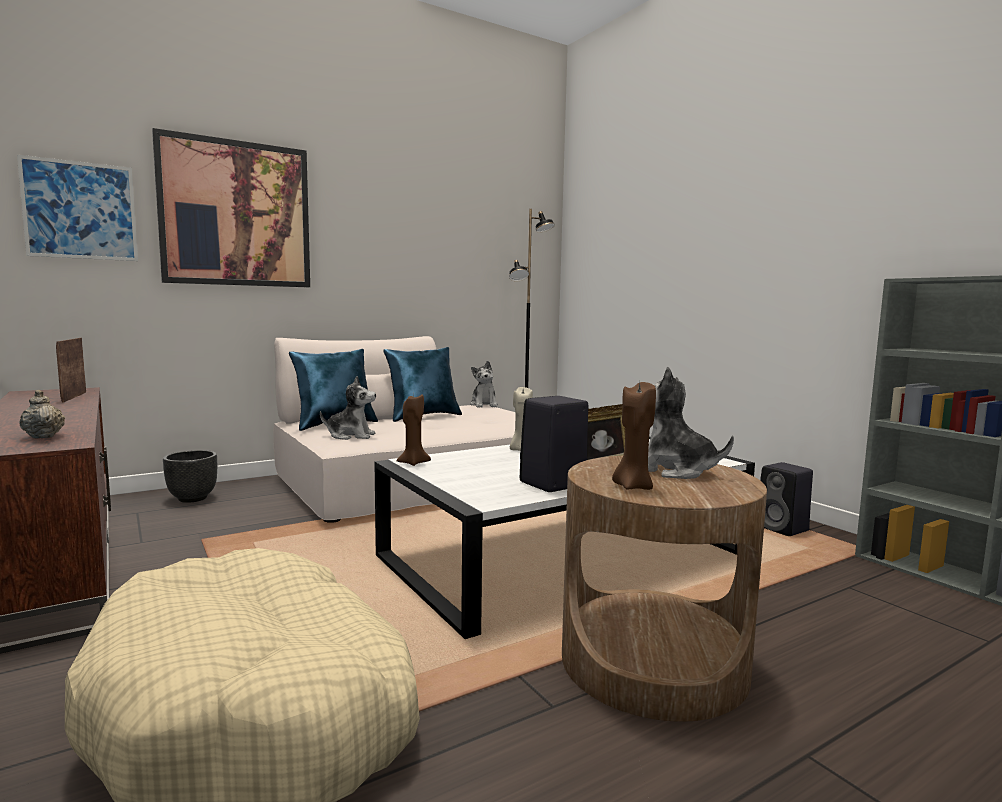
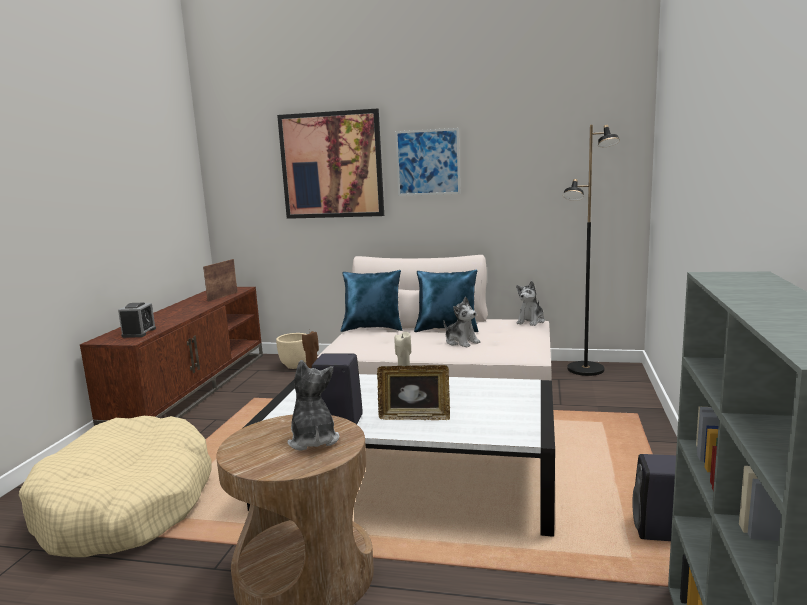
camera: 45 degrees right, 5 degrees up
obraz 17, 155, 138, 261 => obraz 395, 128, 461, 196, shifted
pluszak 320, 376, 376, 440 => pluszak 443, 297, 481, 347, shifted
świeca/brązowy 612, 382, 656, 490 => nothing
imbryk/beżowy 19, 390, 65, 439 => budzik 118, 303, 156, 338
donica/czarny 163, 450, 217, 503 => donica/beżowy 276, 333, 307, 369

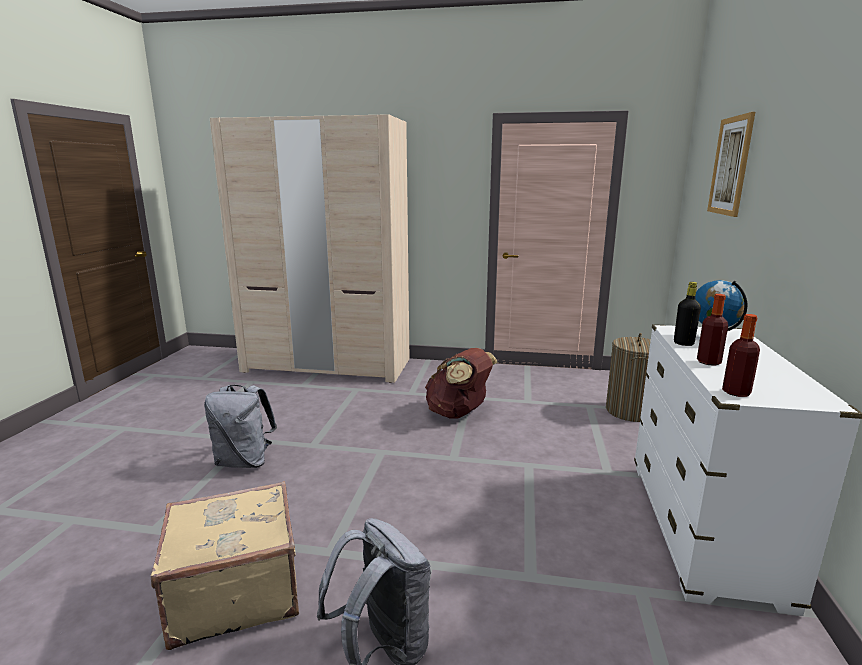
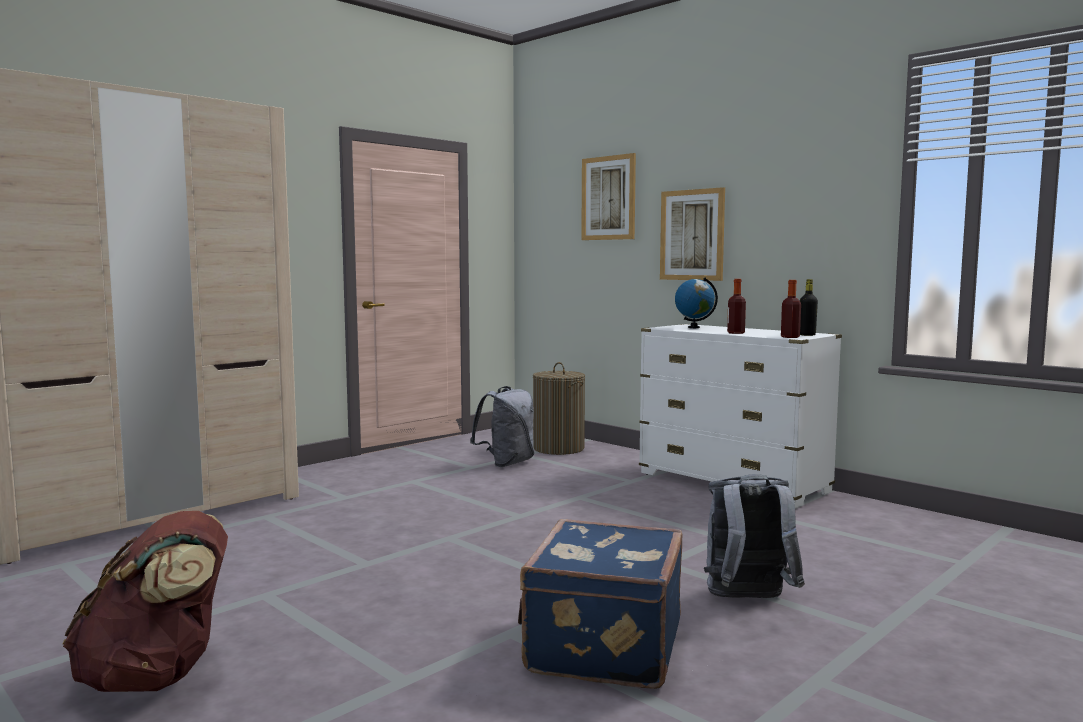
camera: 55 degrees left, 10 degrees down
butelka/czarny 674, 282, 701, 346 => butelka/czarny 800, 279, 818, 336, shifted
plecak/brązowy 425, 348, 498, 419 => plecak/brązowy 63, 511, 228, 692, shifted
plecak/szary 204, 385, 277, 468 => plecak/szary 470, 386, 534, 467, shifted
walizka/beżowy 151, 481, 299, 650 => walizka/niebieski 518, 519, 683, 689
nothing => obraz 660, 187, 725, 281

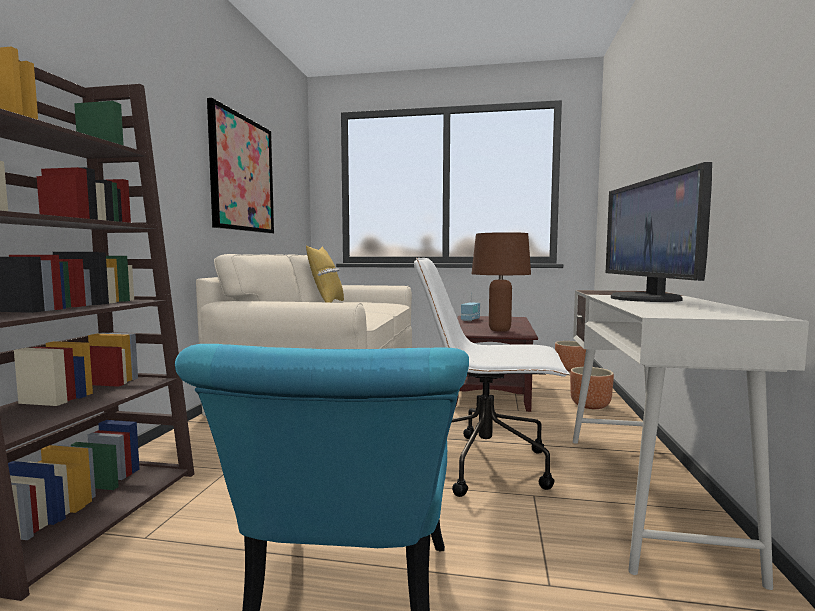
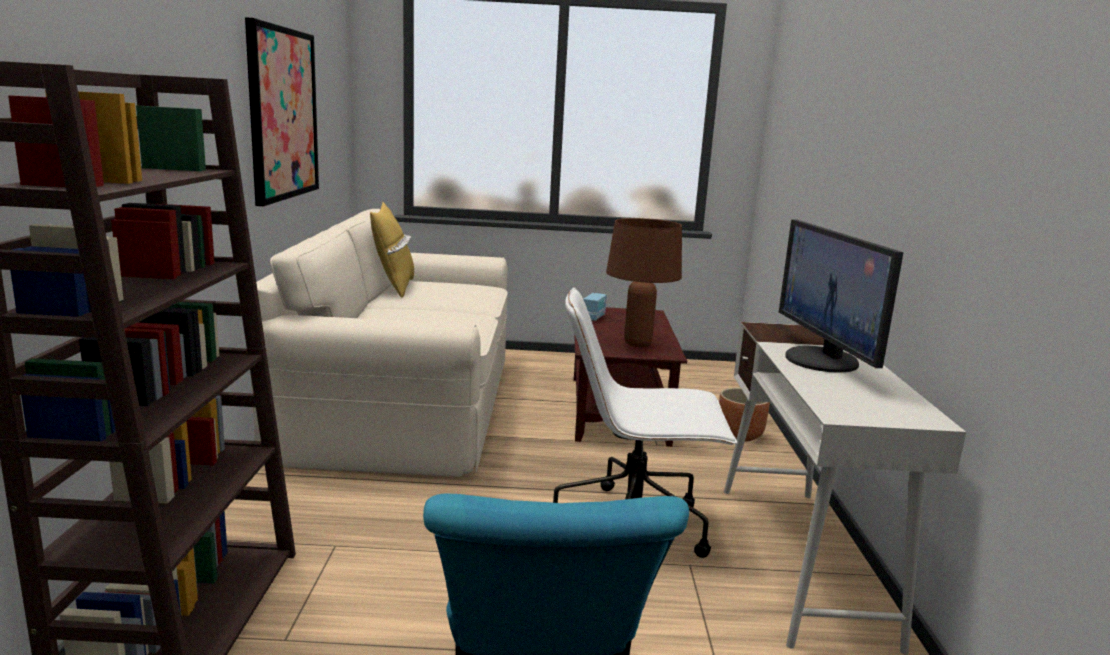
camera: 10 degrees left, 10 degrees up
donica/brązowy 555, 341, 586, 372 => nothing

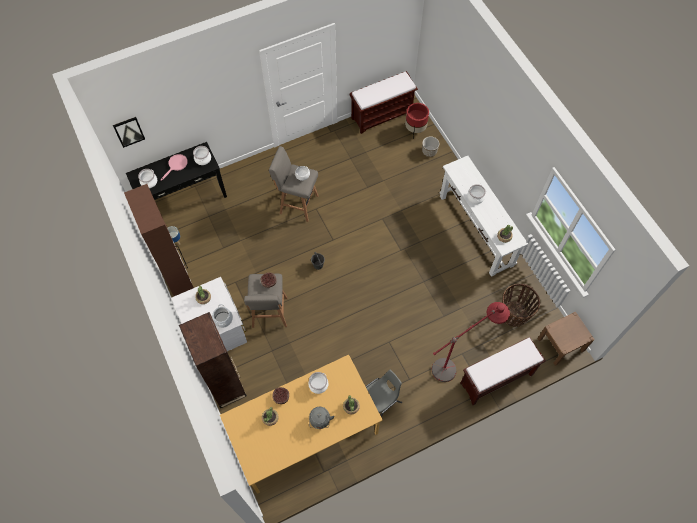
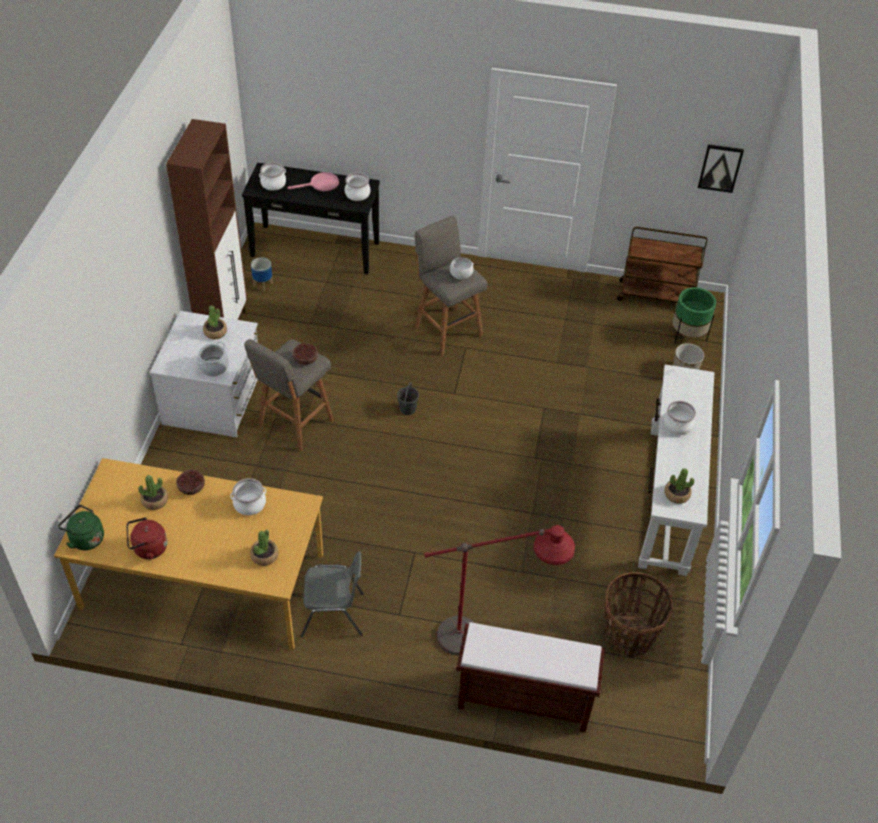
camera: 35 degrees right, 15 degrees down
ławka/brązowy 349, 71, 418, 134 => wózek/brązowy 617, 227, 707, 303
donica/czerwony 405, 103, 429, 138 => donica/zielony 673, 287, 716, 344
obraz 113, 117, 145, 148 => obraz 698, 144, 744, 193, shifted
regał/brązowy 179, 312, 247, 408 => nothing
szafka nocna/brązowy 537, 312, 595, 366 => nothing
czajnik/szary 309, 407, 335, 429 => nothing
nothing => czajnik/zielony 58, 505, 104, 550
nothing => czajnik/czerwony 126, 517, 167, 559

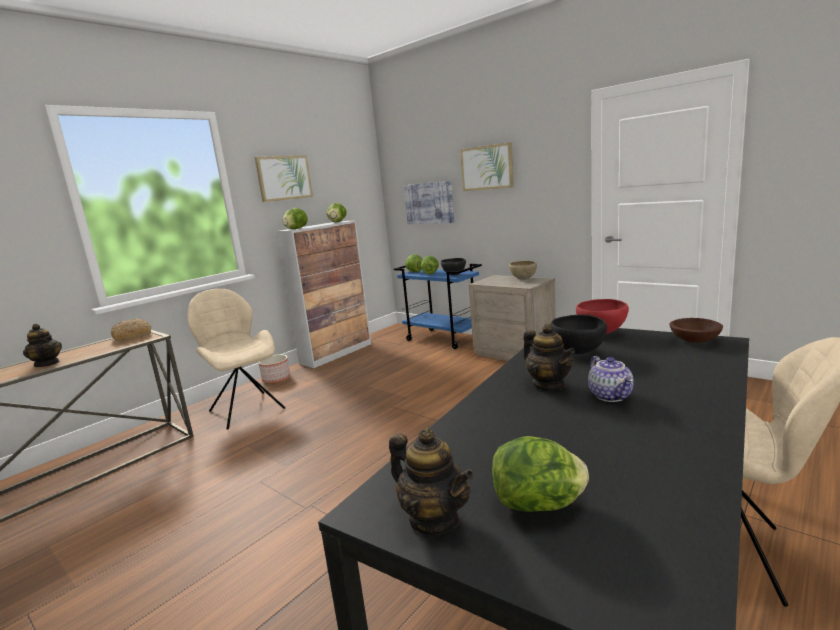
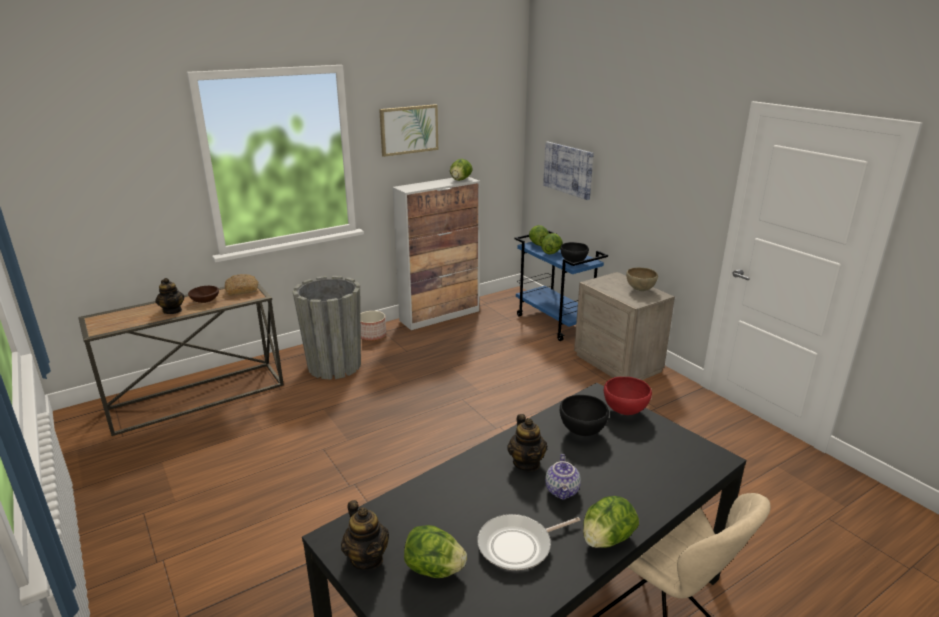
camera: 15 degrees right, 10 degrees up
obraz 460, 142, 514, 191 => nothing
sałata 282, 208, 308, 229 => sałata 583, 496, 639, 548, shifted
krzesło/beżowy 187, 289, 285, 430 => donica/szary 292, 276, 361, 380
miska/brązowy 669, 318, 723, 343 => miska/brązowy 188, 286, 219, 303, shifted
nothing => patelnia 477, 514, 580, 570

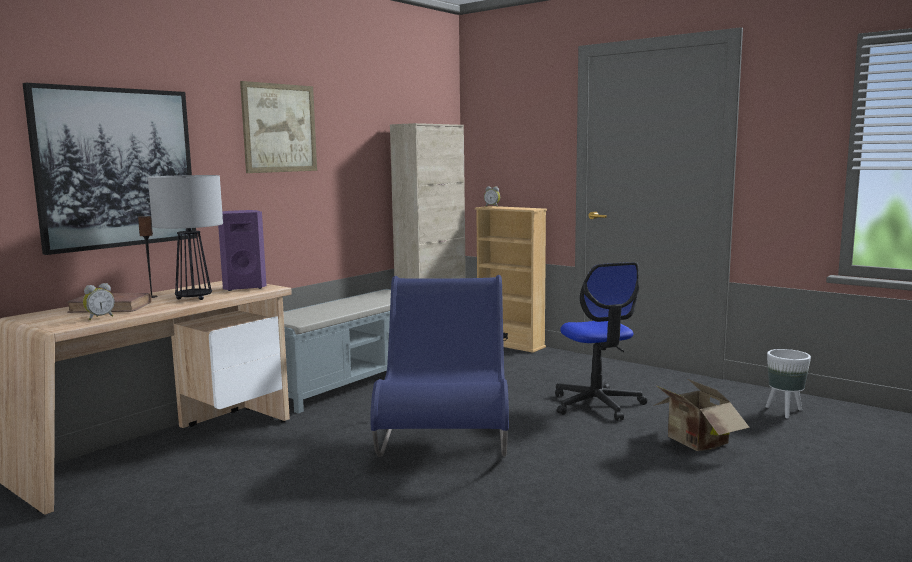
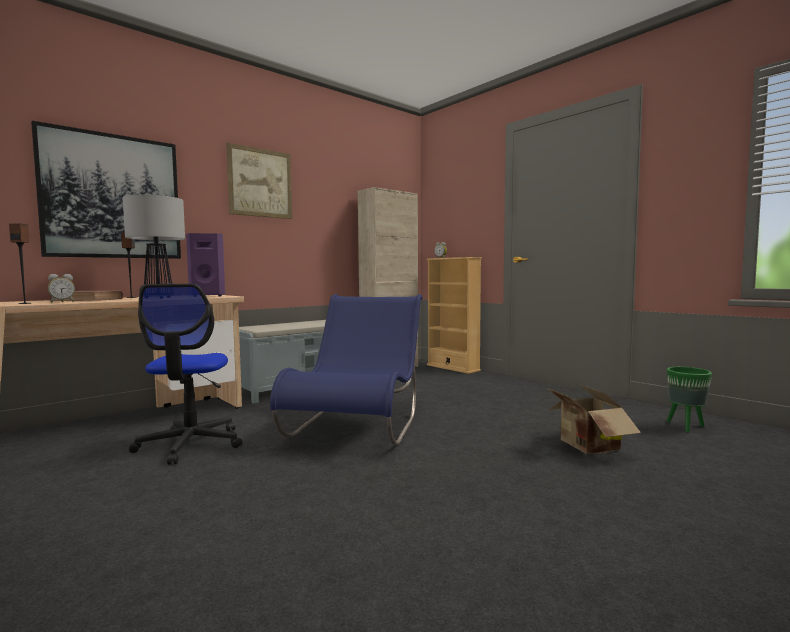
camera: 10 degrees right, 5 degrees down
krzesło biurowe 555, 262, 647, 421 => krzesło biurowe 129, 284, 243, 465, shifted
donica/biały 765, 349, 811, 418 => donica/zielony 667, 367, 712, 432
nothing => głośnik 9, 223, 31, 304

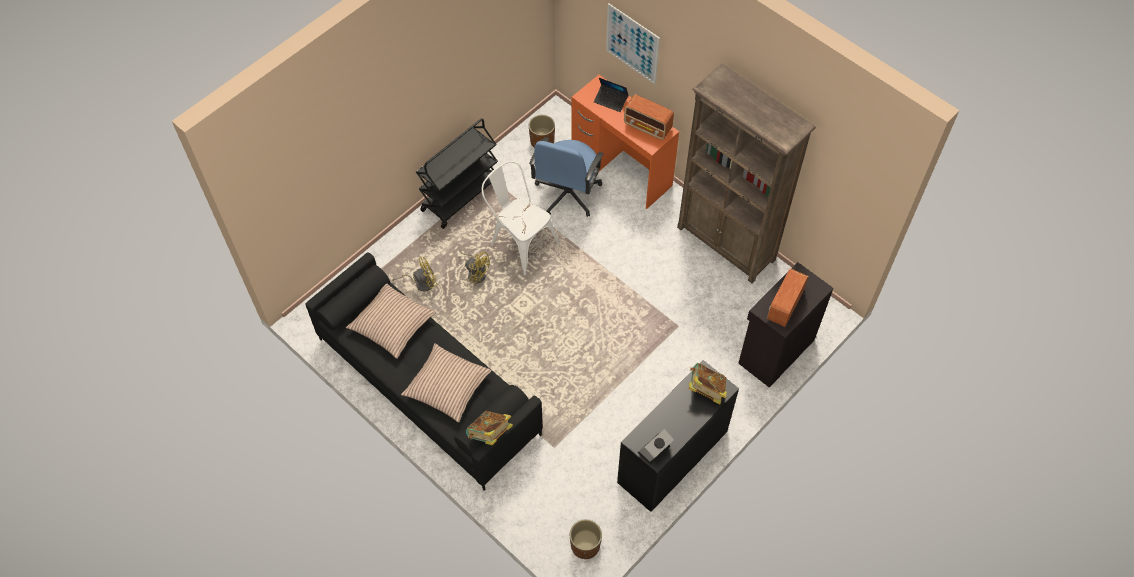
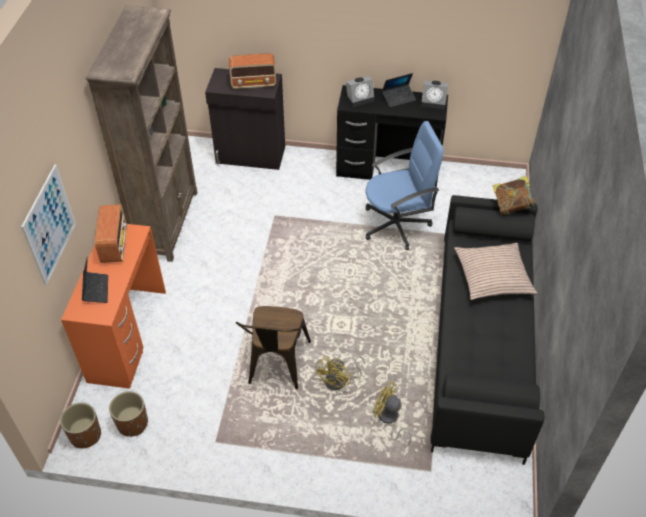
camera: 125 degrees left, 10 degrees down
wózek/czarny 416, 118, 498, 229 => nothing
krzesło biurowe/niebieski 529, 137, 604, 217 => krzesło biurowe/niebieski 365, 121, 444, 250, shifted
krzesło/biały 481, 161, 560, 275 => krzesło/brązowy 236, 306, 311, 389
wentylator/żółty 459, 251, 490, 284 => wentylator/żółty 315, 356, 365, 390, 150 degrees counterclockwise
poduszka 346, 284, 436, 359 => nothing
książka 689, 363, 727, 405 => budzik 346, 76, 374, 107
donica/brązowy 570, 519, 602, 559 => donica/brązowy 60, 403, 101, 448, shifted
nothing => laptop 382, 73, 416, 108

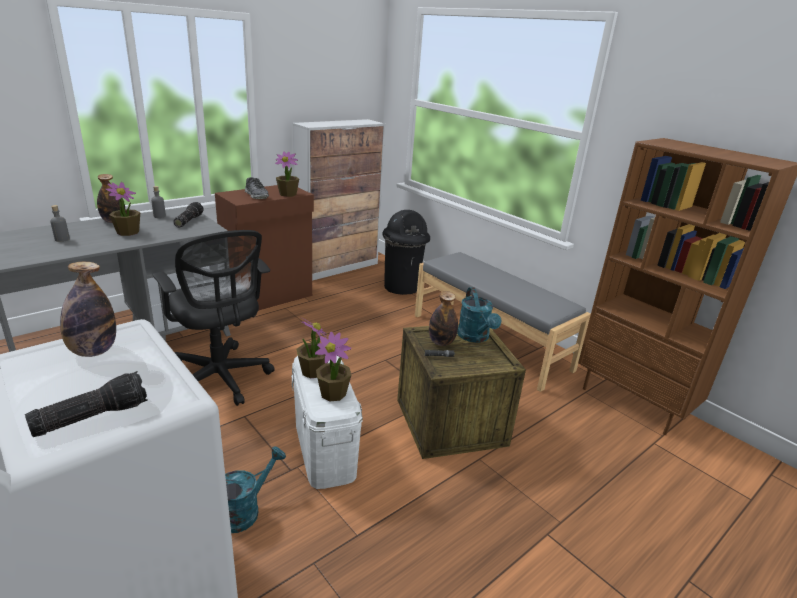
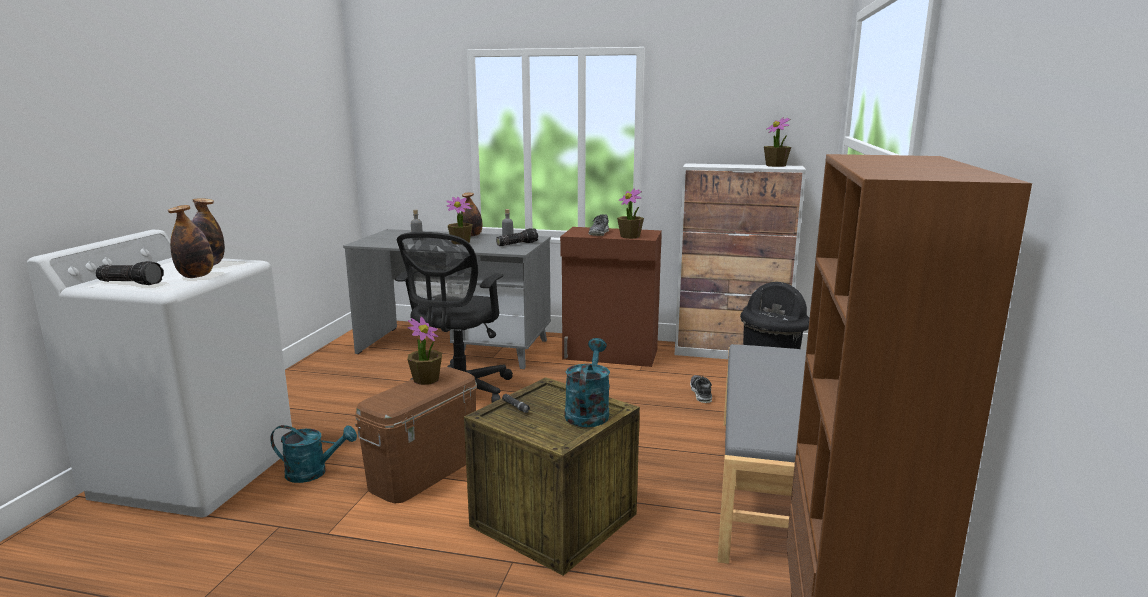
camera: 55 degrees right, 10 degrees down
konewka/turkusowy 457, 287, 501, 343 => konewka/turkusowy 564, 338, 610, 427, 150 degrees clockwise
butelka 429, 291, 458, 346 => butelka 168, 205, 214, 278, shifted
roślina doniczkowa 315, 332, 351, 401 => roślina doniczkowa 764, 117, 791, 167, shifted
pojemnik do przechowywania/biały 291, 355, 363, 489 => pojemnik do przechowywania/brązowy 355, 367, 477, 503
nothing => but 690, 375, 712, 403

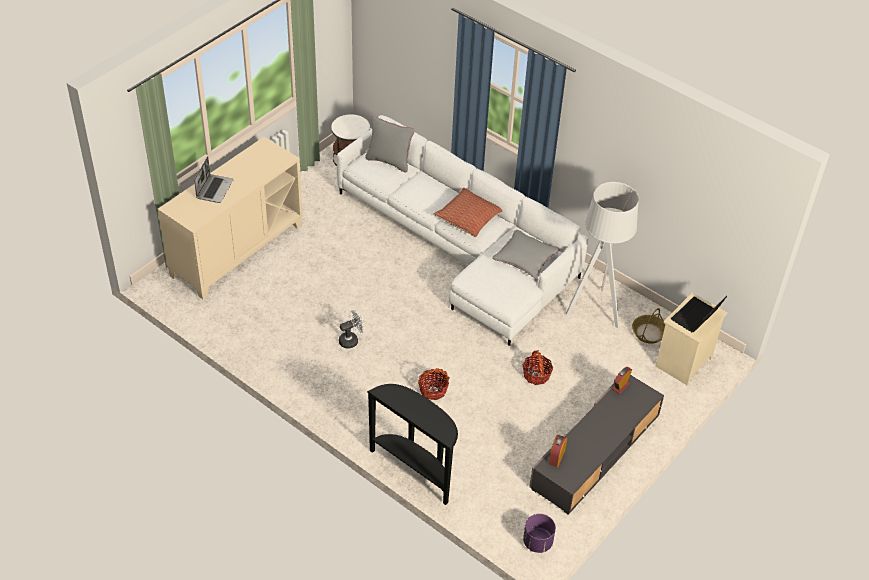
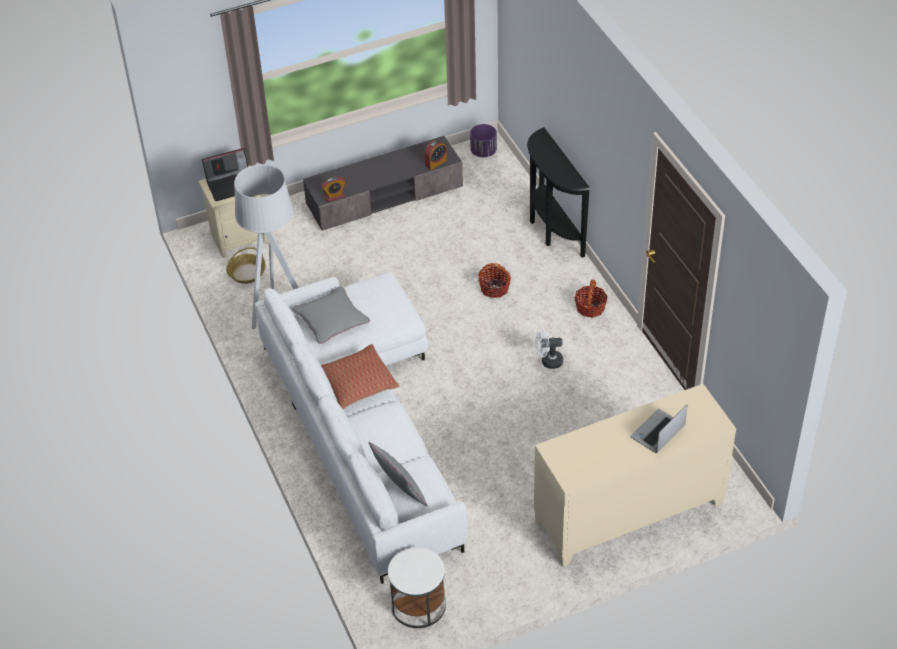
camera: 150 degrees left, 0 degrees up
koszyk 522, 350, 553, 385 => koszyk 574, 279, 608, 318, shifted

